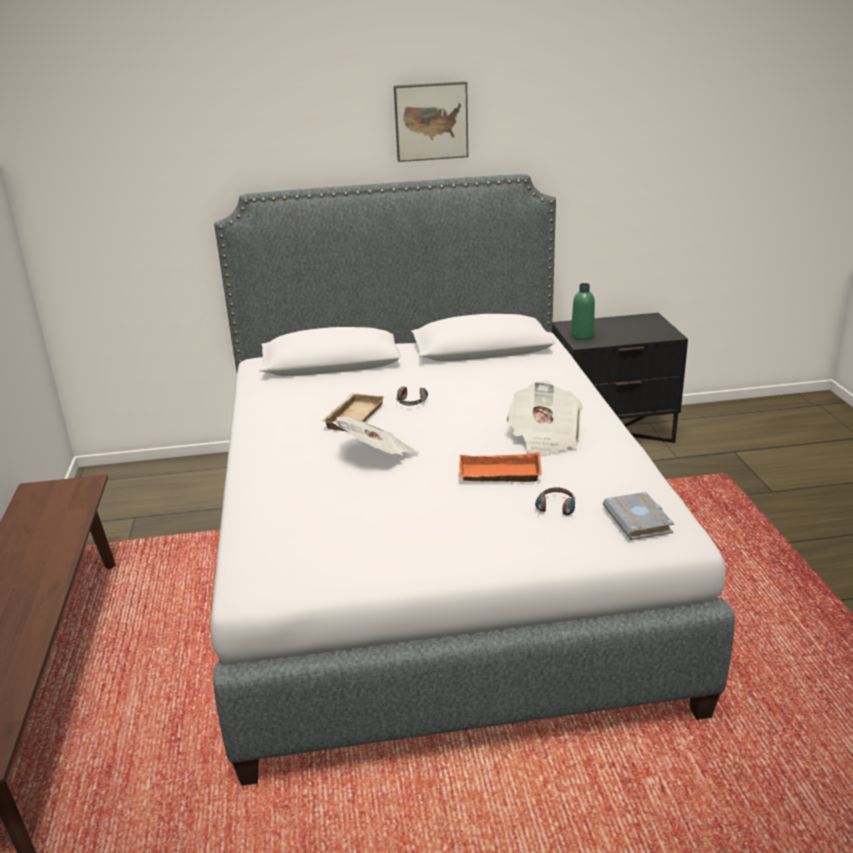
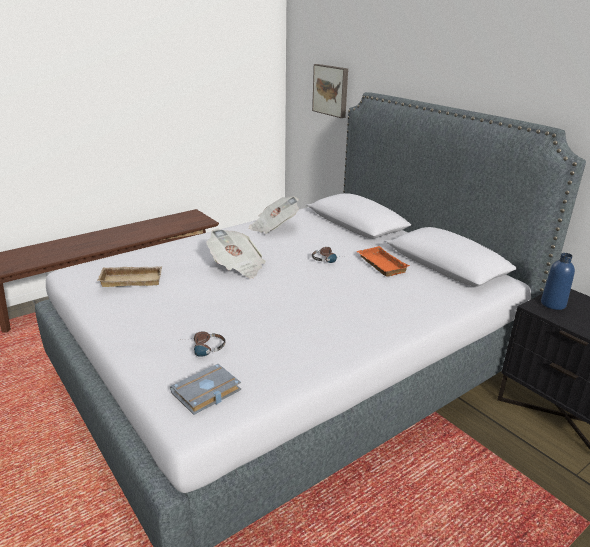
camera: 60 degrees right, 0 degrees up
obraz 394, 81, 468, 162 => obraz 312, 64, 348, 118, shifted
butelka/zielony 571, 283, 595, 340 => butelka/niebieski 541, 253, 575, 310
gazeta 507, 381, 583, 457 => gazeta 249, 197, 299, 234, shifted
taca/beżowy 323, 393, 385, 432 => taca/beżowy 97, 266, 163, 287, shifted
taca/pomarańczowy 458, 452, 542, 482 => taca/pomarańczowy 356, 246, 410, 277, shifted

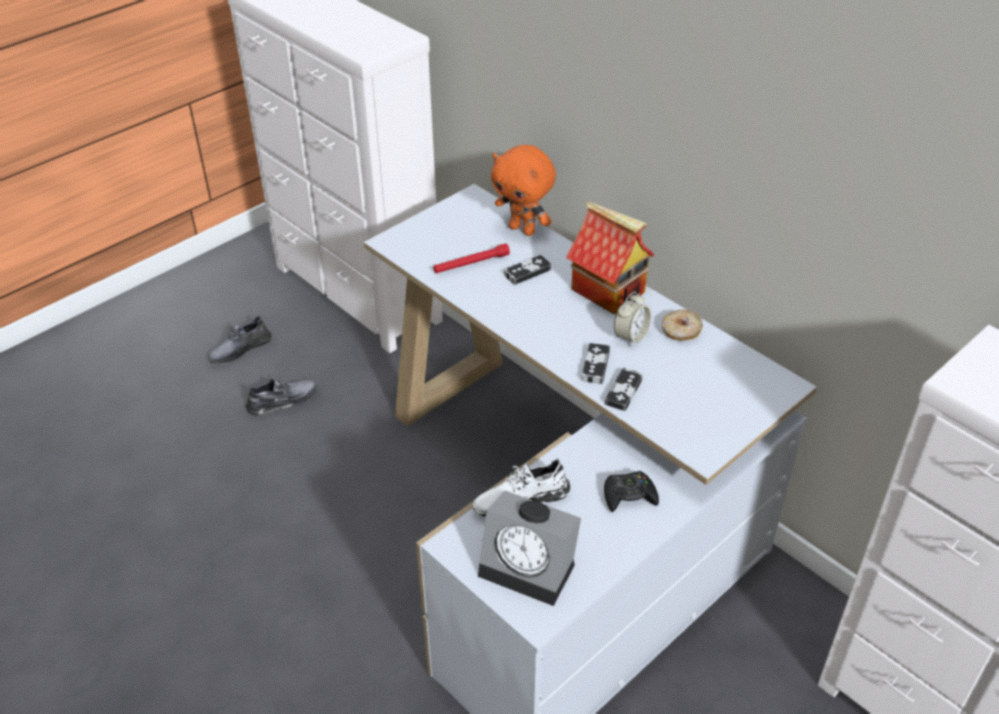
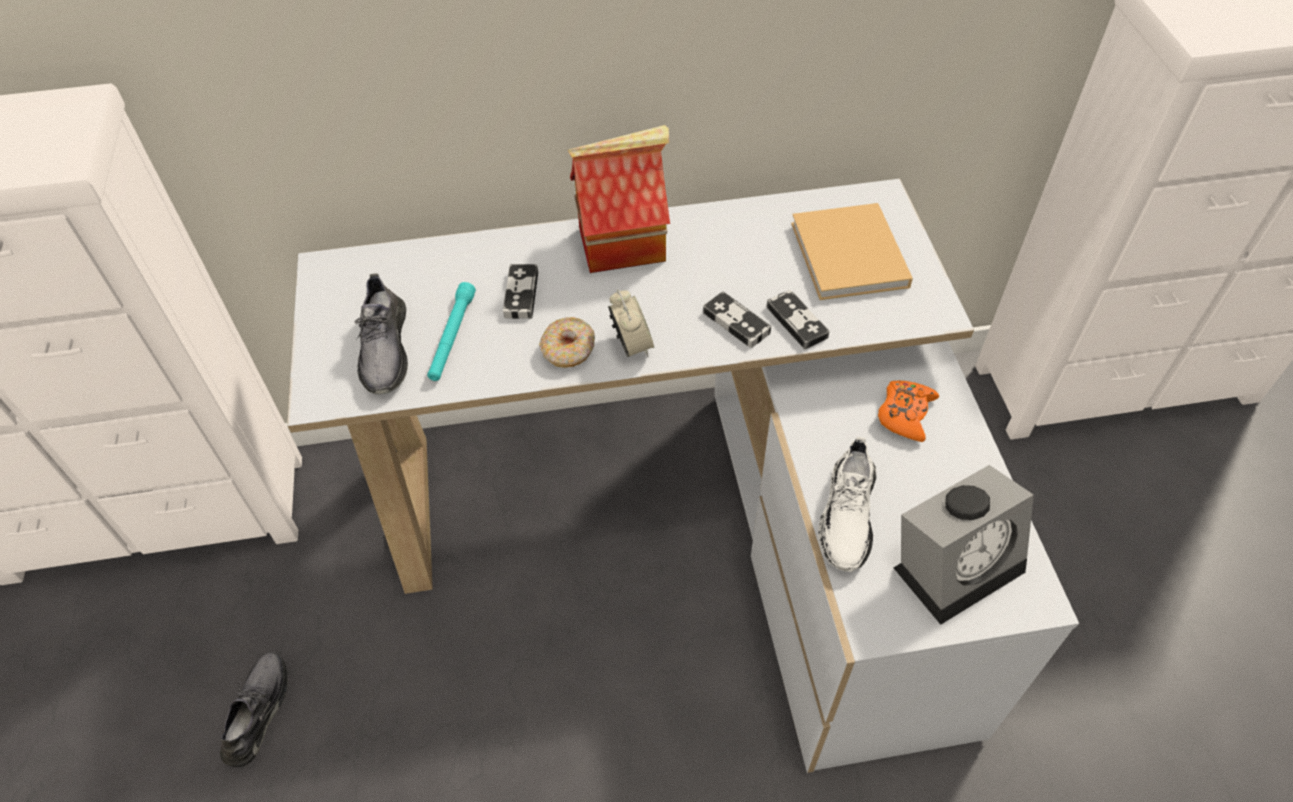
camera: 55 degrees left, 10 degrees up
pluszak/pomarańczowy 491, 145, 556, 236 => nothing
latarka/czerwony 433, 243, 510, 273 => latarka/turkusowy 427, 282, 476, 381
budzik 614, 292, 651, 346 => budzik 608, 289, 654, 357, shifted
donut 662, 309, 703, 341 => donut 539, 317, 595, 368, shifted
but/szary 208, 315, 272, 364 => but/szary 355, 273, 408, 394, shifted
pad do gier/czarny 604, 471, 659, 512 => pad do gier/pomarańczowy 878, 381, 939, 442
nothing => książka/beżowy 791, 203, 913, 300

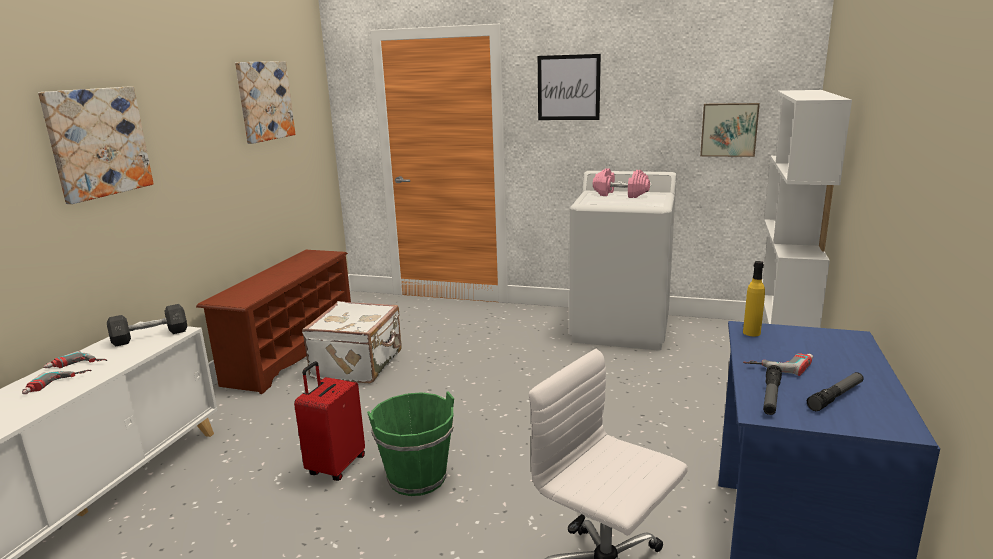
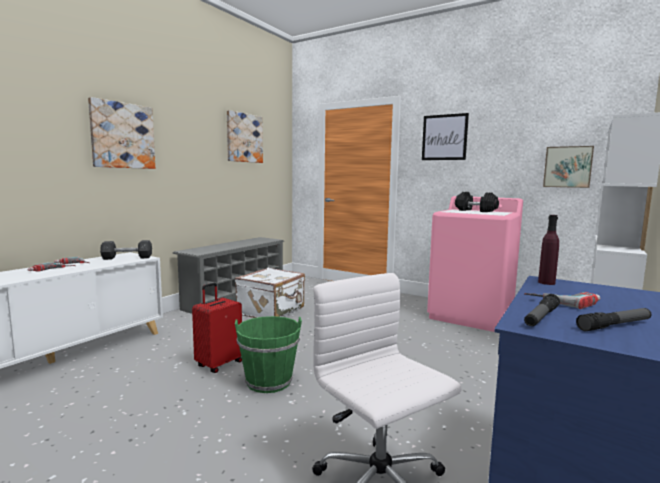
camera: 15 degrees right, 10 degrees down
hantel/różowy 593, 168, 650, 198 => hantel/czarny 455, 192, 499, 212
pralka/biały 569, 171, 677, 350 => pralka/różowy 427, 196, 523, 332
regał na buty/brązowy 196, 250, 351, 394 => regał na buty/szary 172, 237, 284, 314
butelka/żółty 743, 261, 765, 336 => butelka/fioletowy 538, 215, 559, 285

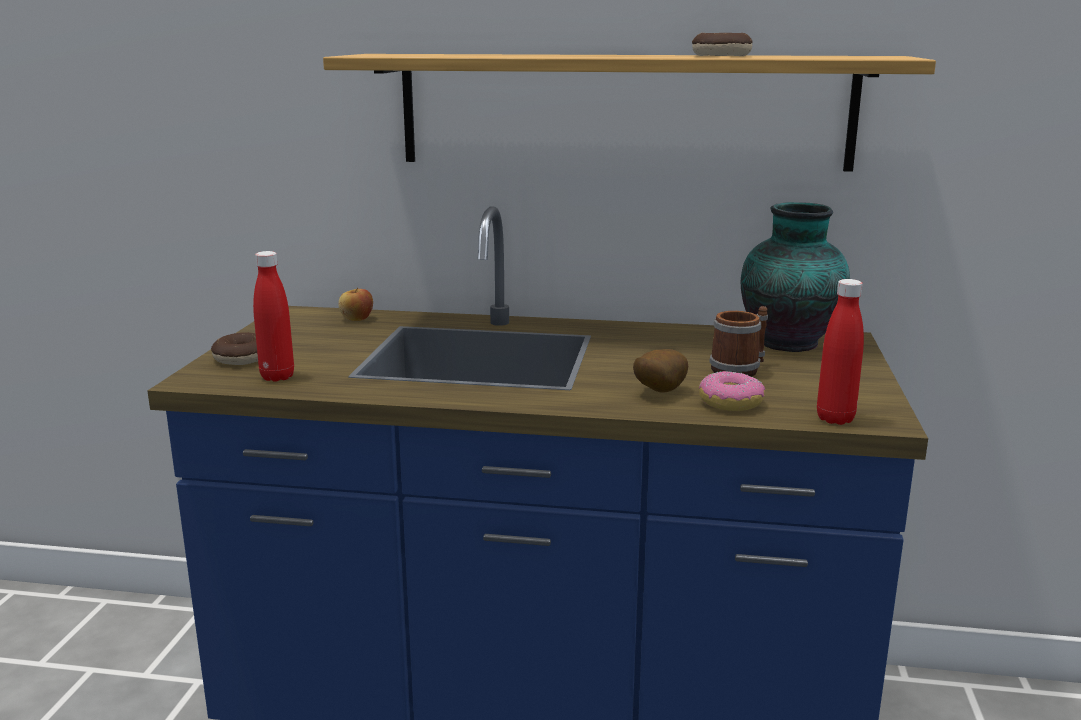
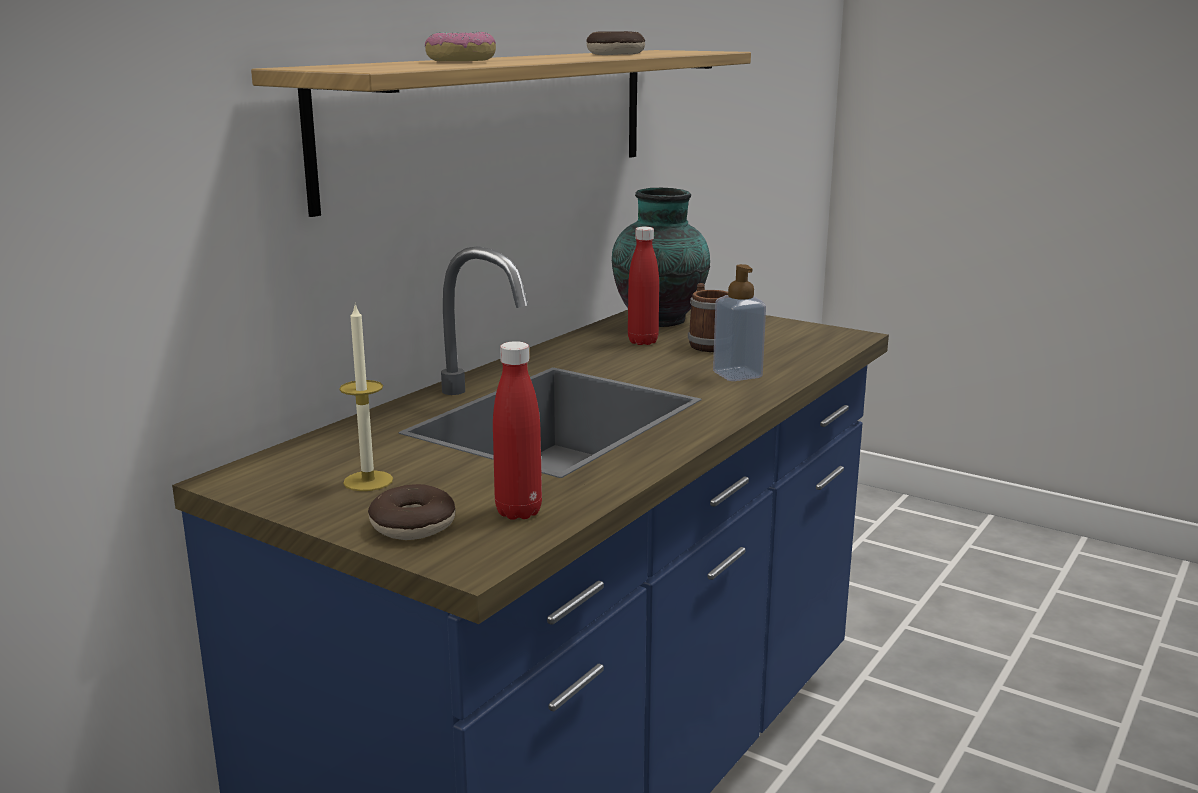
camera: 65 degrees left, 0 degrees up
butelka/czerwony 817, 279, 864, 425 => butelka/czerwony 628, 227, 659, 345, shifted
jabłko 338, 288, 373, 321 => nothing
ziemniak 633, 349, 688, 393 => dozownik mydła 713, 264, 766, 381
donut 699, 371, 765, 411 => donut 425, 31, 496, 61, shifted
nothing => świeca 339, 303, 393, 491

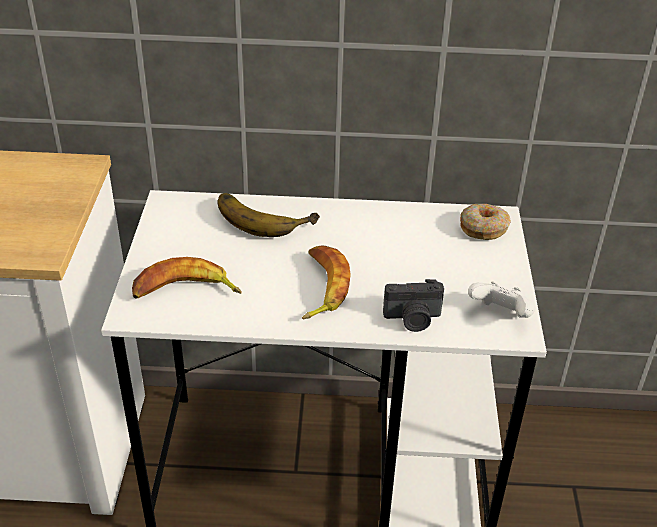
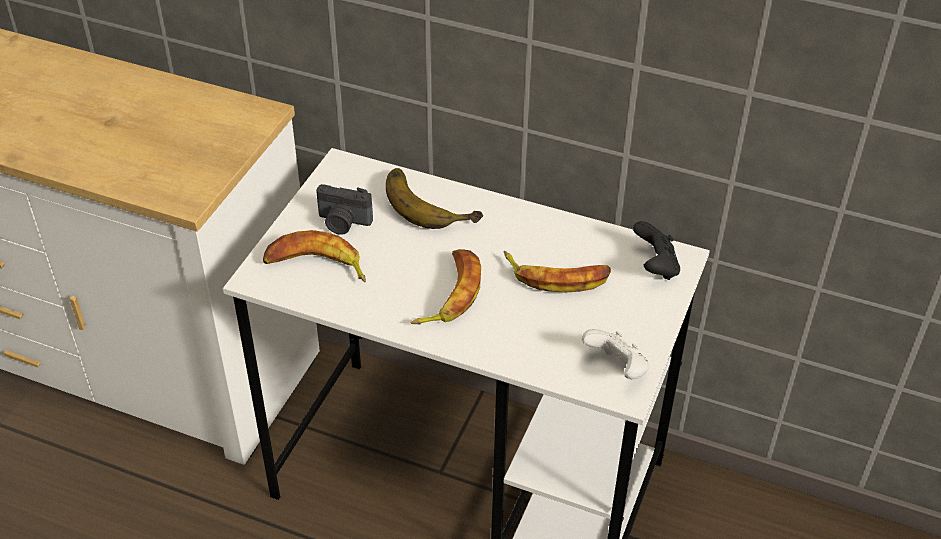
camera: 20 degrees right, 5 degrees up
donut 460, 204, 511, 240 => pad do gier/czarny 633, 221, 680, 280
aparat fotograficzny 383, 279, 444, 332 => aparat fotograficzny 316, 184, 373, 235, shifted
nothing => banan 504, 251, 611, 292

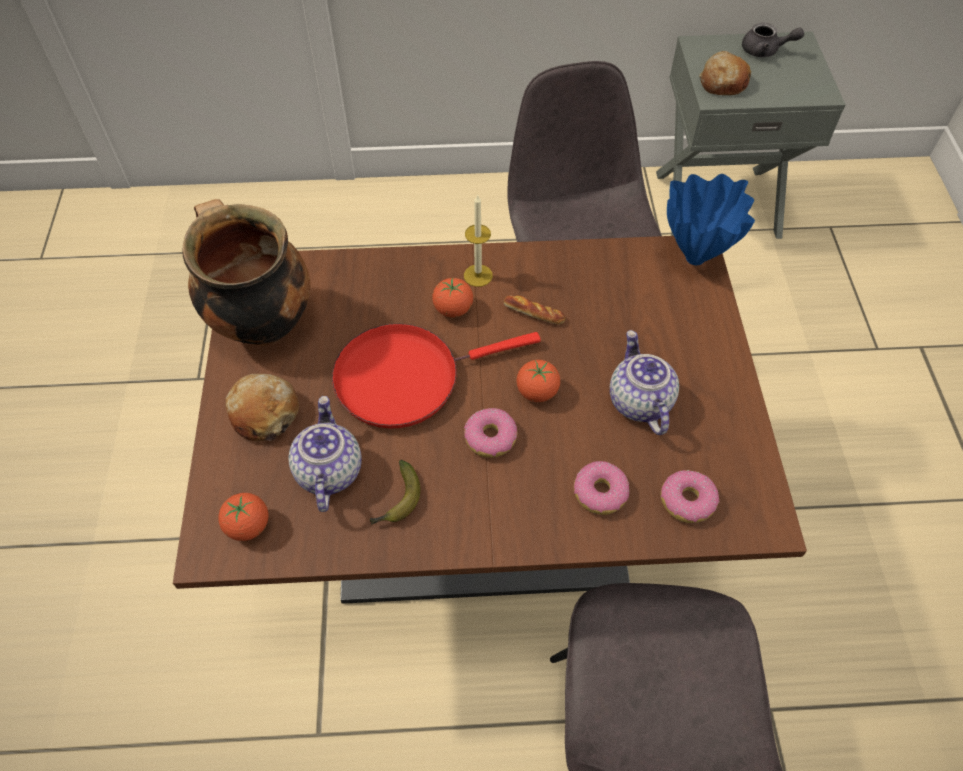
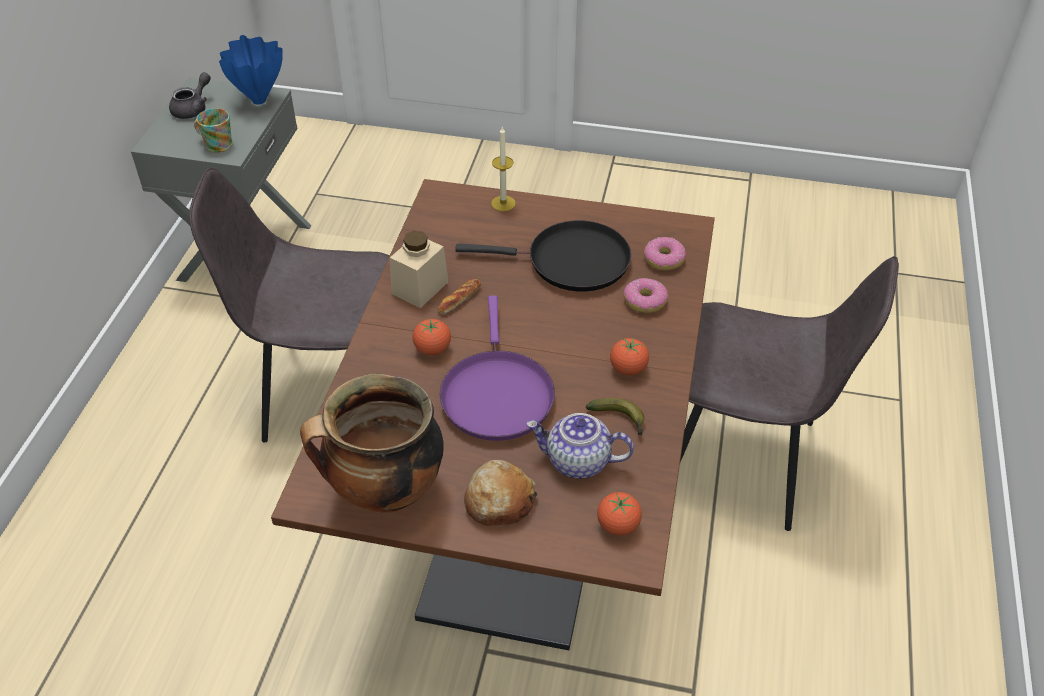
camera: 75 degrees left, 10 degrees down
chleb 699, 51, 751, 95 => kubek 194, 109, 233, 153
wazon/niebieski 667, 174, 755, 265 => wazon/niebieski 219, 35, 283, 105, shifted
świeca 464, 194, 493, 287 => świeca 491, 127, 516, 211, shifted
patelnia/czerwony 332, 324, 541, 428 => patelnia/fioletowy 440, 295, 555, 441
imbryk 610, 330, 679, 435 => patelnia/czarny 455, 220, 631, 291
pomidor 516, 360, 560, 402 => pomidor 610, 338, 649, 375, shifted
donut 464, 408, 517, 458 => nothing
nothing => słoik/beżowy 390, 231, 448, 308

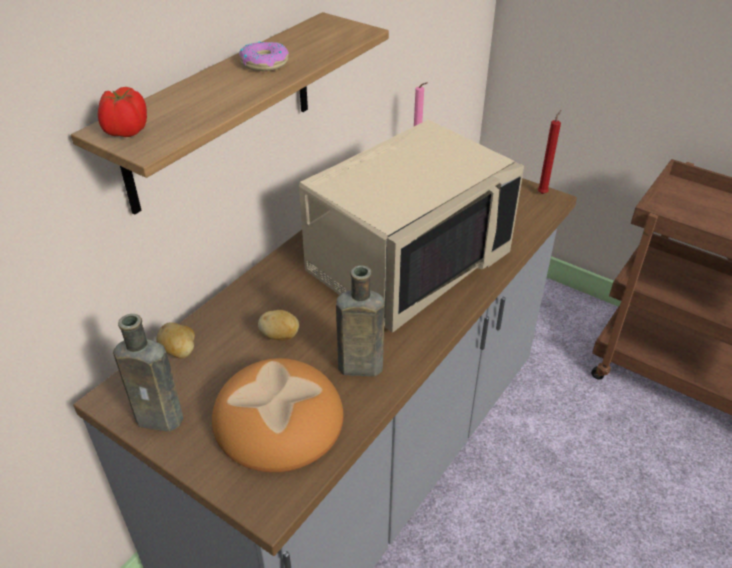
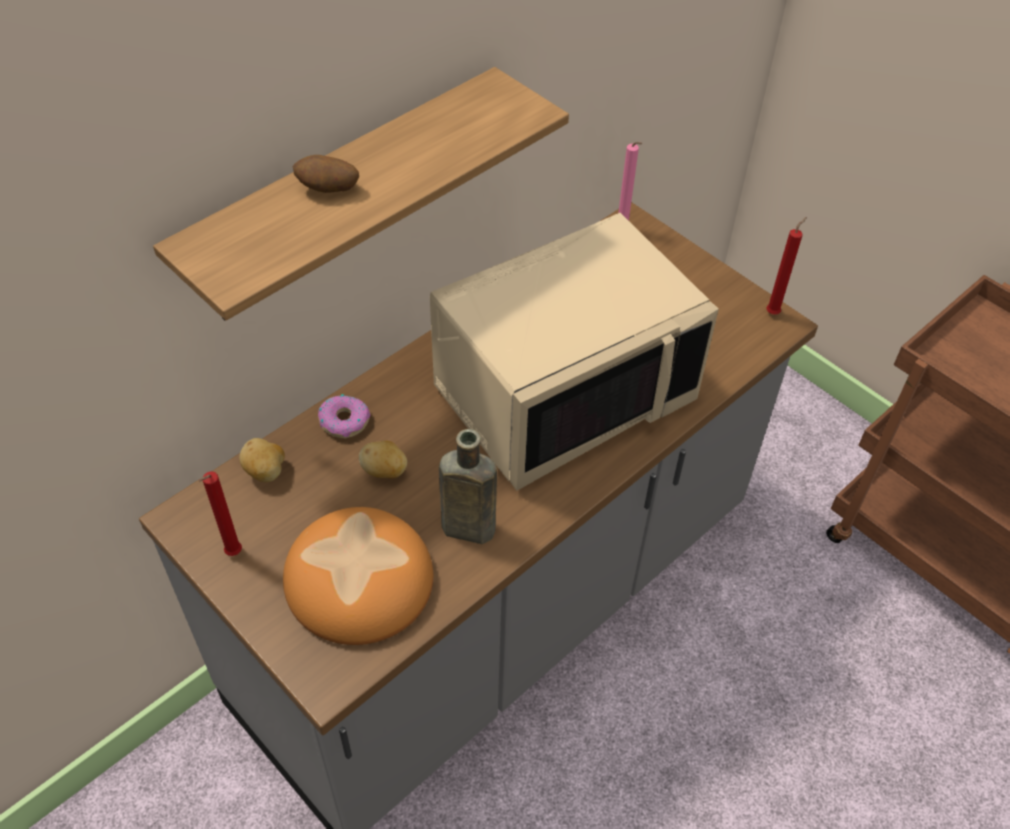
camera: 10 degrees right, 10 degrees up
donut 239, 41, 289, 71 => donut 318, 394, 371, 438, shifted
pomidor 98, 87, 147, 137 => nothing
butelka/brązowy 113, 314, 183, 432 => świeca/czerwony 199, 471, 242, 556
nothing => ziemniak 292, 155, 359, 193

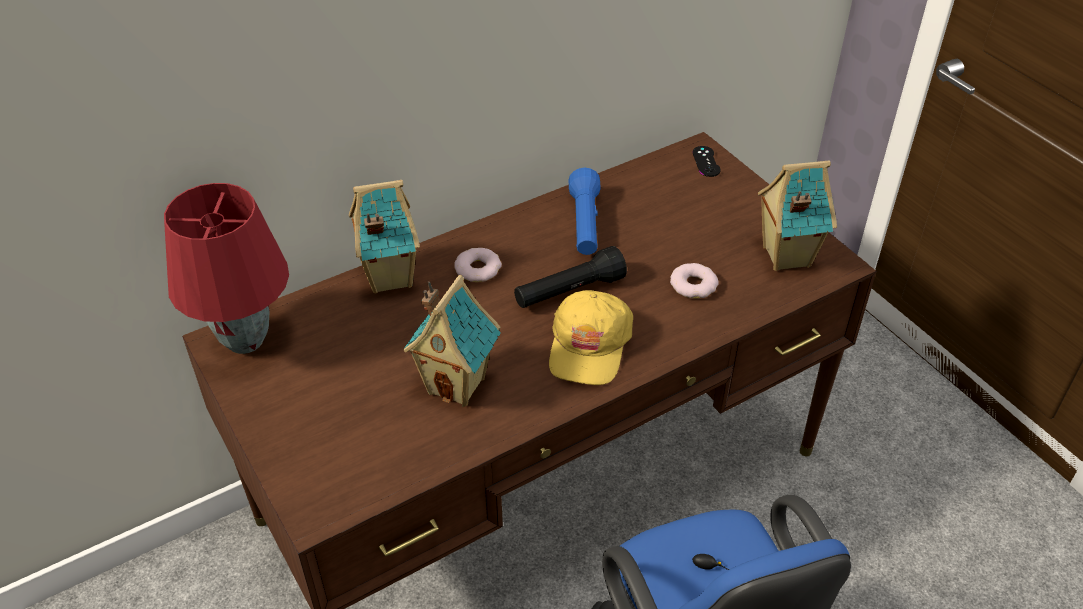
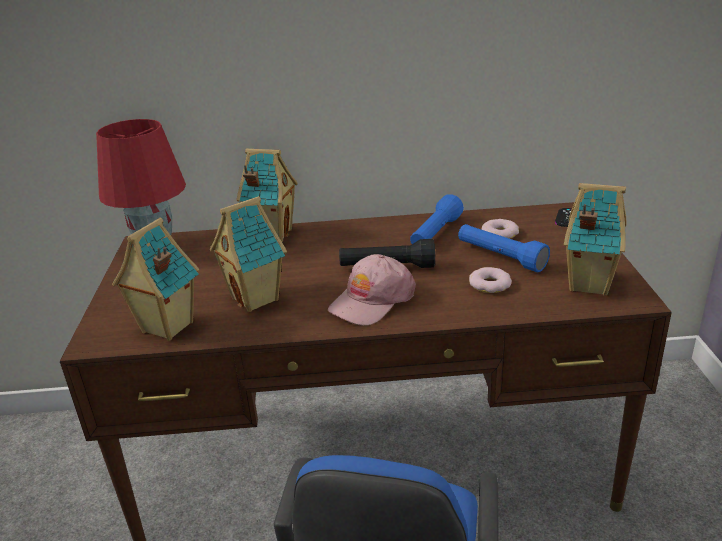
camera: 30 degrees right, 15 degrees down
donut 454, 248, 502, 282 => donut 482, 219, 519, 239, shifted
czapka z daszkiem/żółty 549, 290, 633, 385 => czapka z daszkiem/różowy 328, 254, 416, 326
nothing => domek 112, 218, 199, 341
nothing => latarka/niebieski 458, 224, 550, 273

